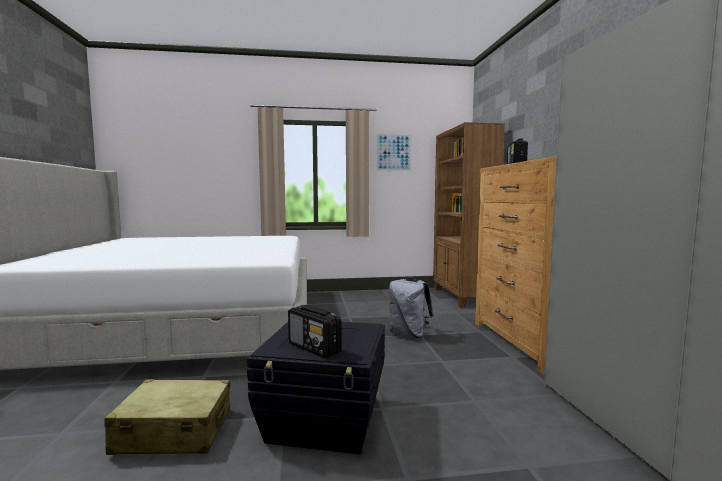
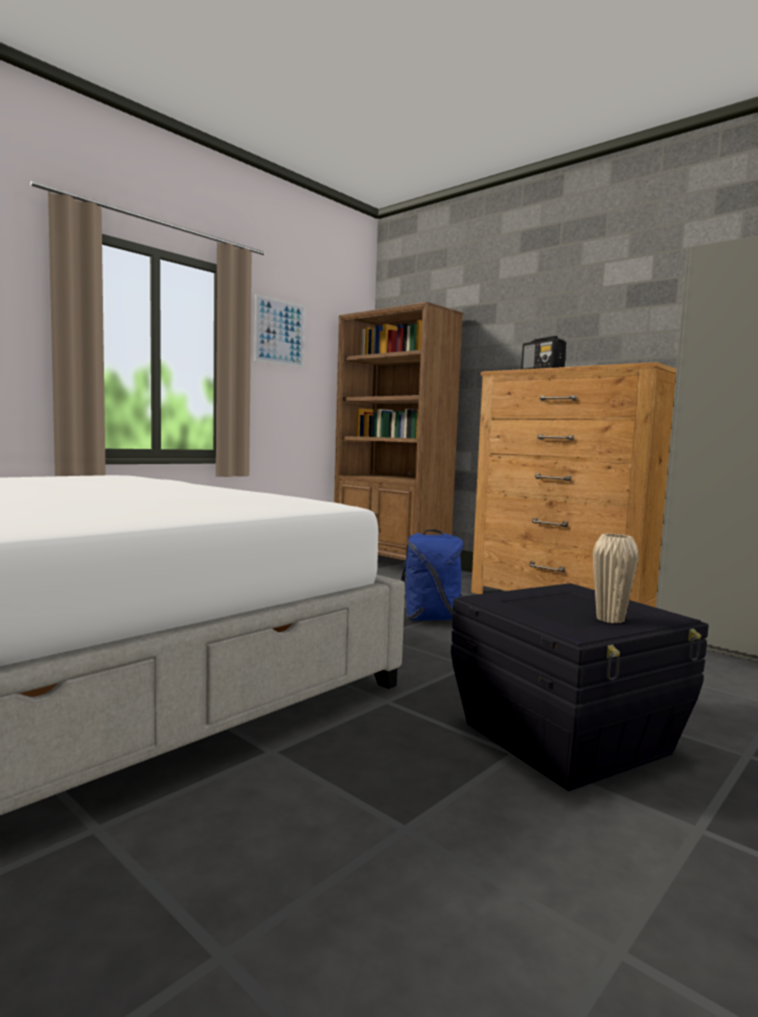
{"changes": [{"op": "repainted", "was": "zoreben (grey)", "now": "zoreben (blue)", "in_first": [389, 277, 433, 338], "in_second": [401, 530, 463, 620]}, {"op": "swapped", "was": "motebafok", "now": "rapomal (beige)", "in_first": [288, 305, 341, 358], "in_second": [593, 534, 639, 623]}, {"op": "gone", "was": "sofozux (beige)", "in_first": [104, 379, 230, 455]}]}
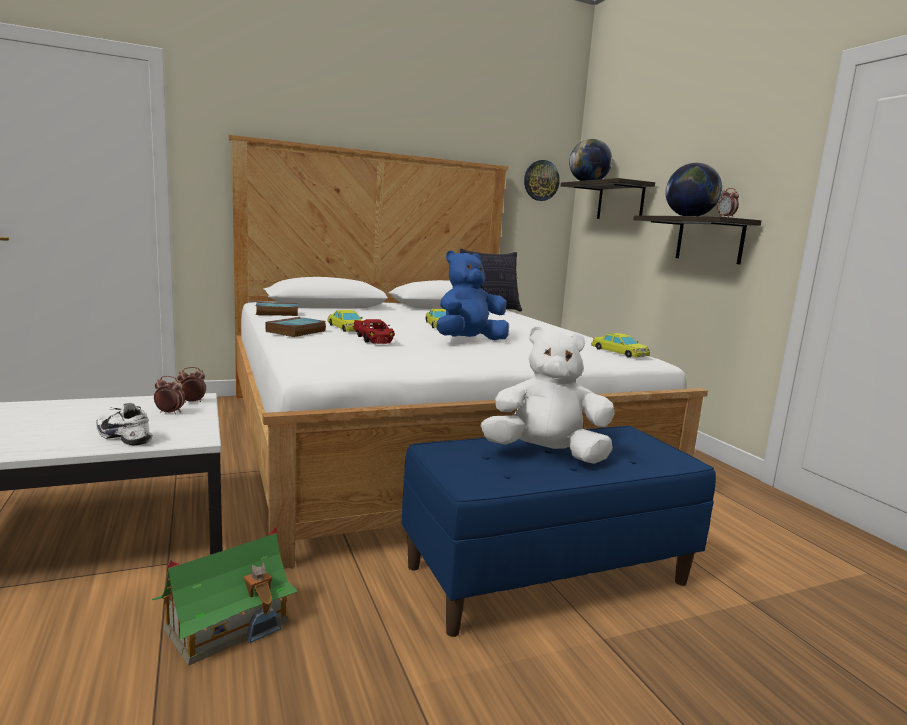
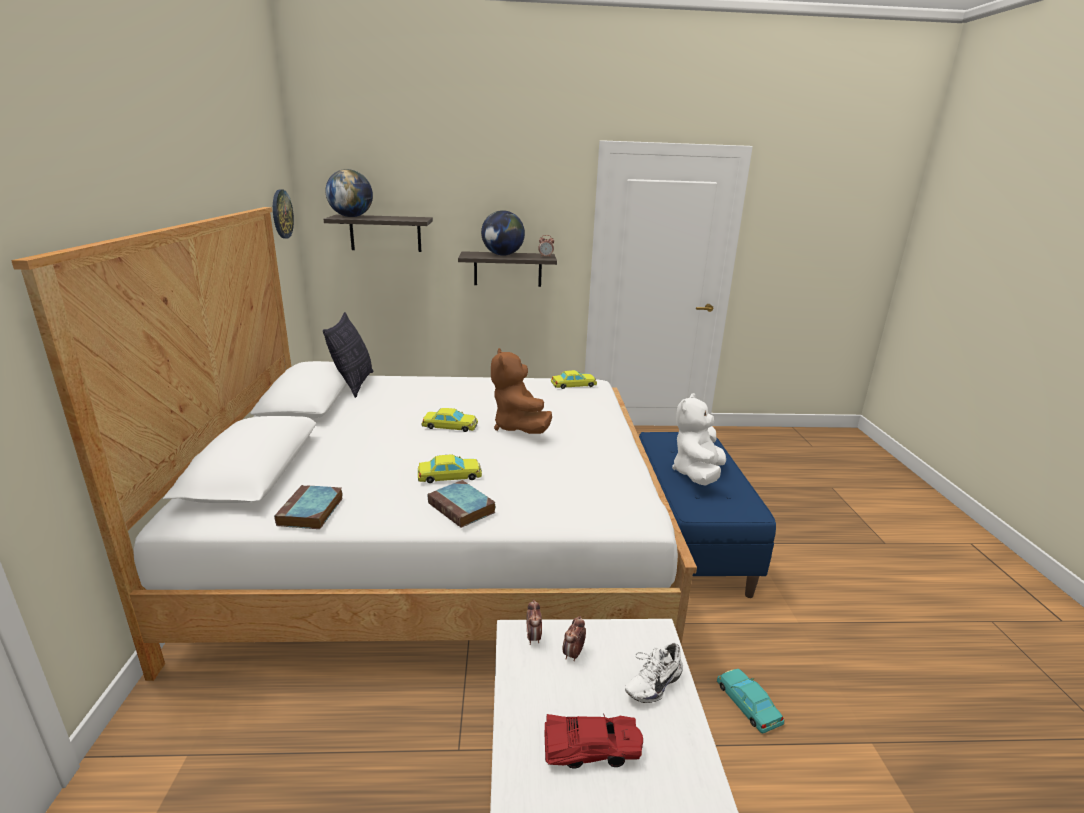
{"changes": [{"op": "repainted", "was": "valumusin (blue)", "now": "valumusin (brown)", "in_first": [437, 250, 509, 340], "in_second": [491, 348, 552, 434]}, {"op": "shifted", "was": "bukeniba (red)", "in_first": [353, 319, 395, 344], "in_second": [544, 713, 643, 768]}, {"op": "swapped", "was": "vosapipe", "now": "bukeniba (turquoise)", "in_first": [152, 527, 298, 666], "in_second": [717, 669, 784, 734]}]}
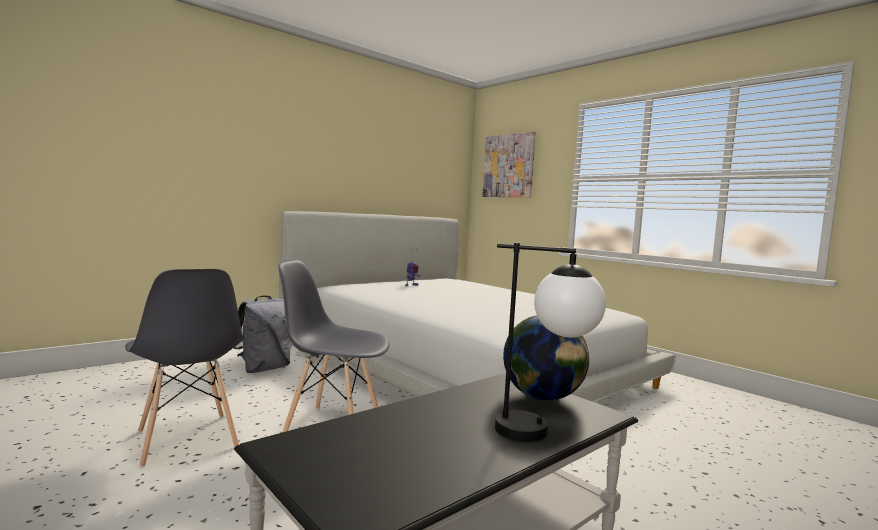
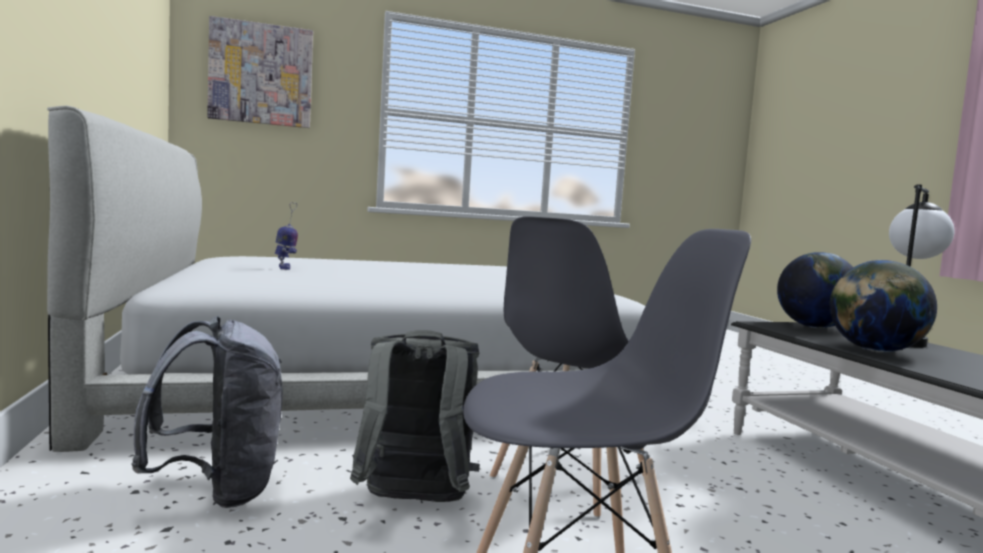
{"changes": [{"op": "new", "now": "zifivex", "in_second": [830, 260, 937, 353]}, {"op": "new", "now": "zoreben (grey)", "in_second": [350, 330, 479, 502]}]}
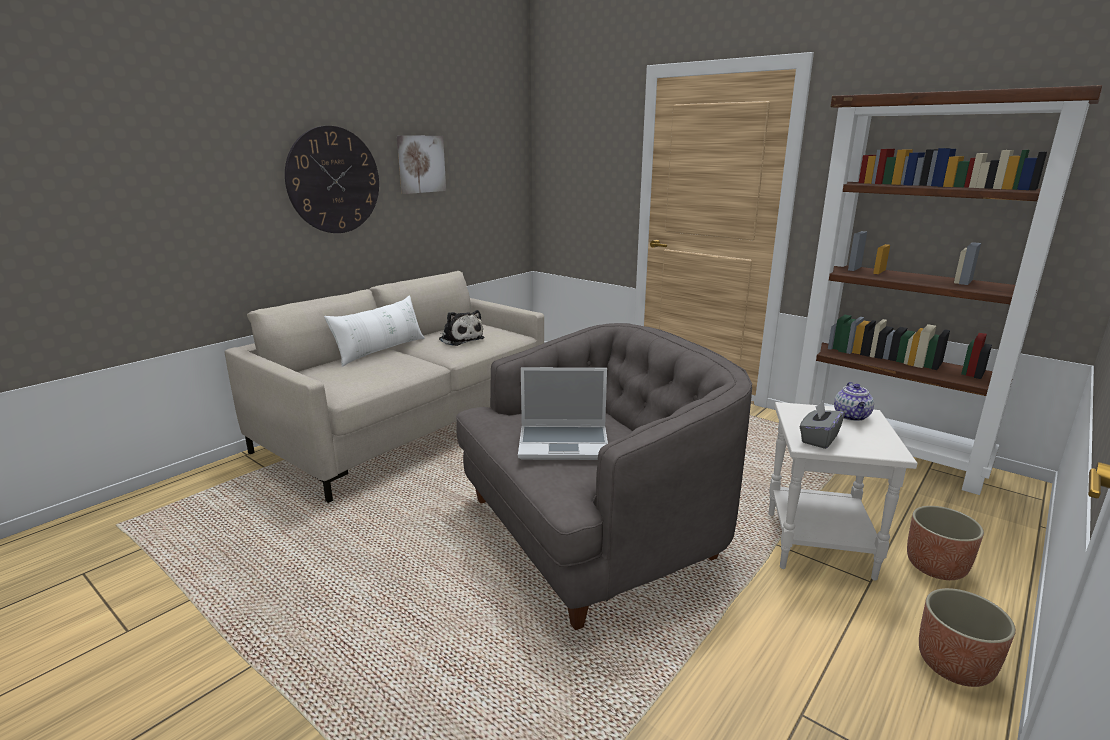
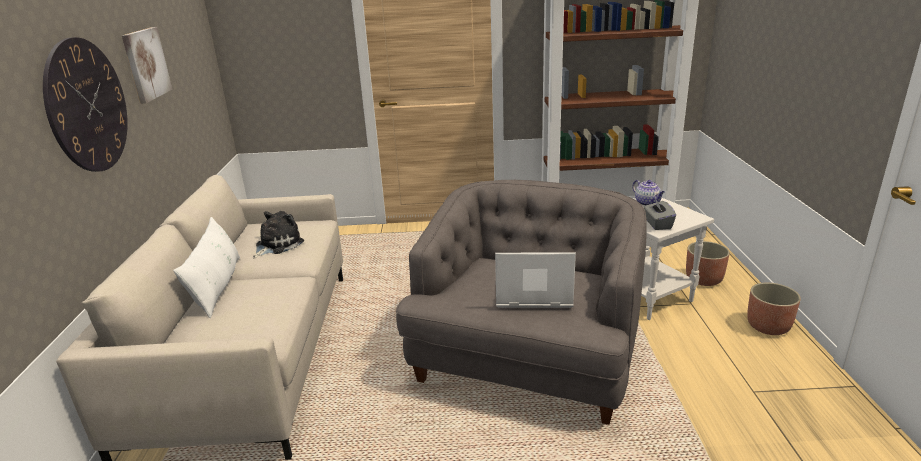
{"changes": [{"op": "rotated", "was": "valumusin", "in_first": [439, 310, 484, 346], "in_second": [253, 211, 304, 259], "clockwise": -60}, {"op": "rotated", "was": "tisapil", "in_first": [518, 367, 608, 460], "in_second": [495, 252, 576, 308], "clockwise": -135}]}
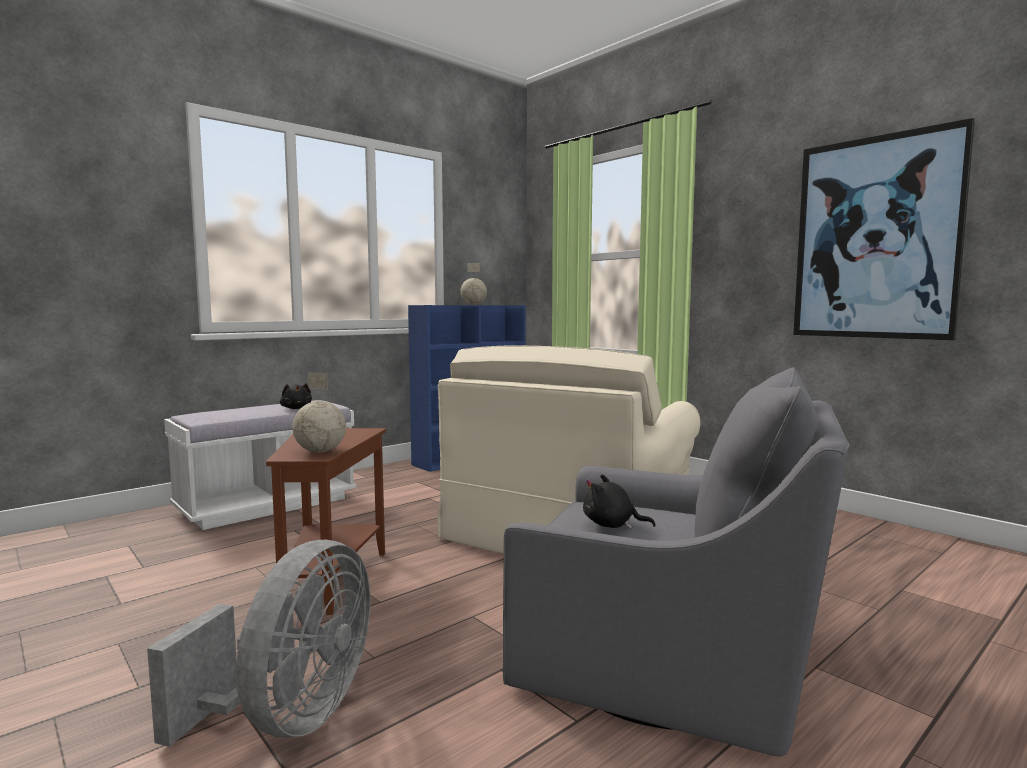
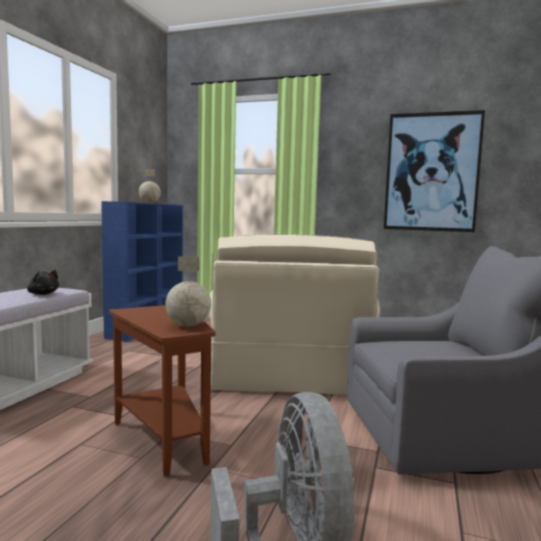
{"changes": [{"op": "gone", "was": "valumusin (black)", "in_first": [583, 474, 656, 529]}]}
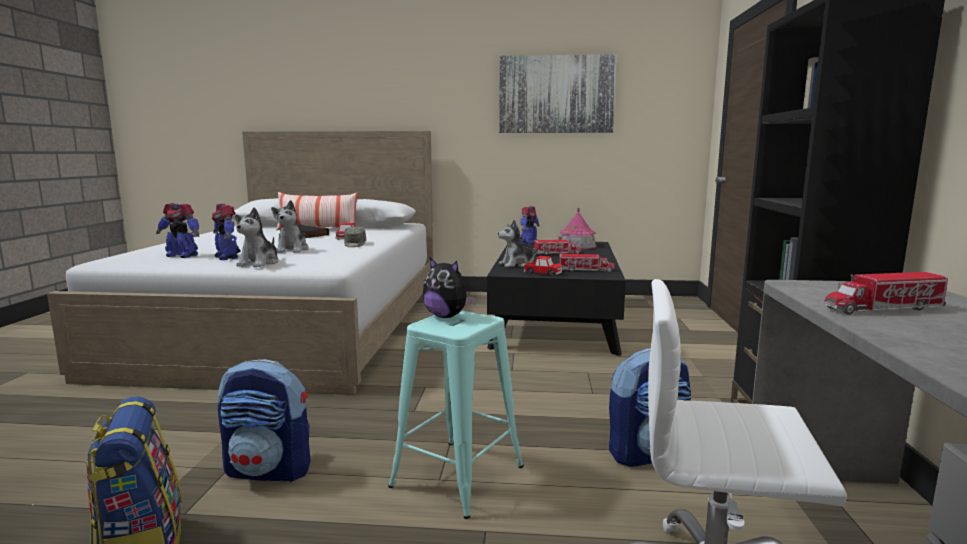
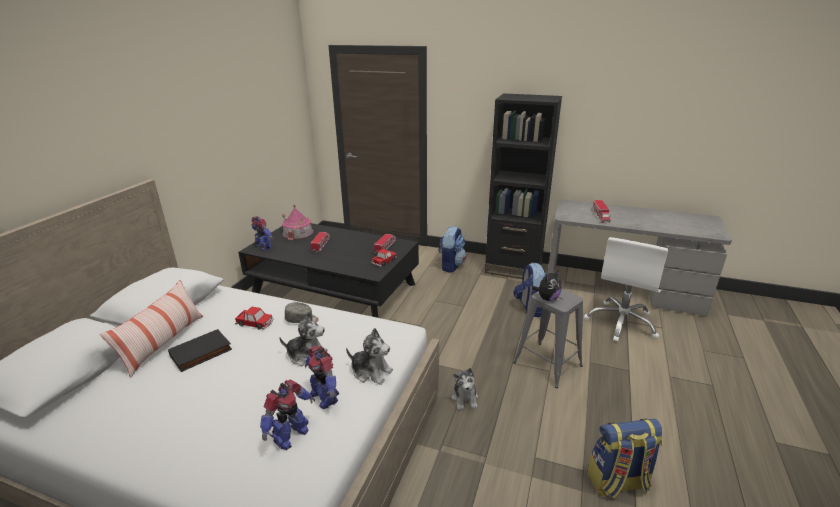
{"changes": [{"op": "gone", "was": "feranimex", "in_first": [499, 54, 617, 133]}, {"op": "rotated", "was": "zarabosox", "in_first": [212, 204, 241, 260], "in_second": [305, 345, 339, 409], "clockwise": 75}, {"op": "shifted", "was": "valumusin", "in_first": [498, 220, 539, 267], "in_second": [451, 368, 478, 410]}, {"op": "repainted", "was": "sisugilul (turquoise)", "now": "sisugilul (grey)", "in_first": [388, 310, 524, 519], "in_second": [513, 289, 583, 388]}, {"op": "shifted", "was": "zoreben", "in_first": [218, 359, 311, 482], "in_second": [439, 226, 466, 273]}]}
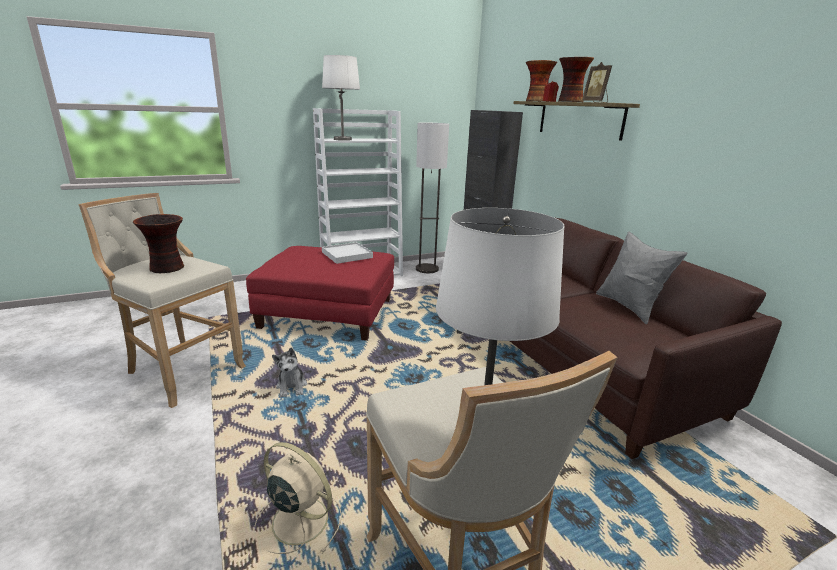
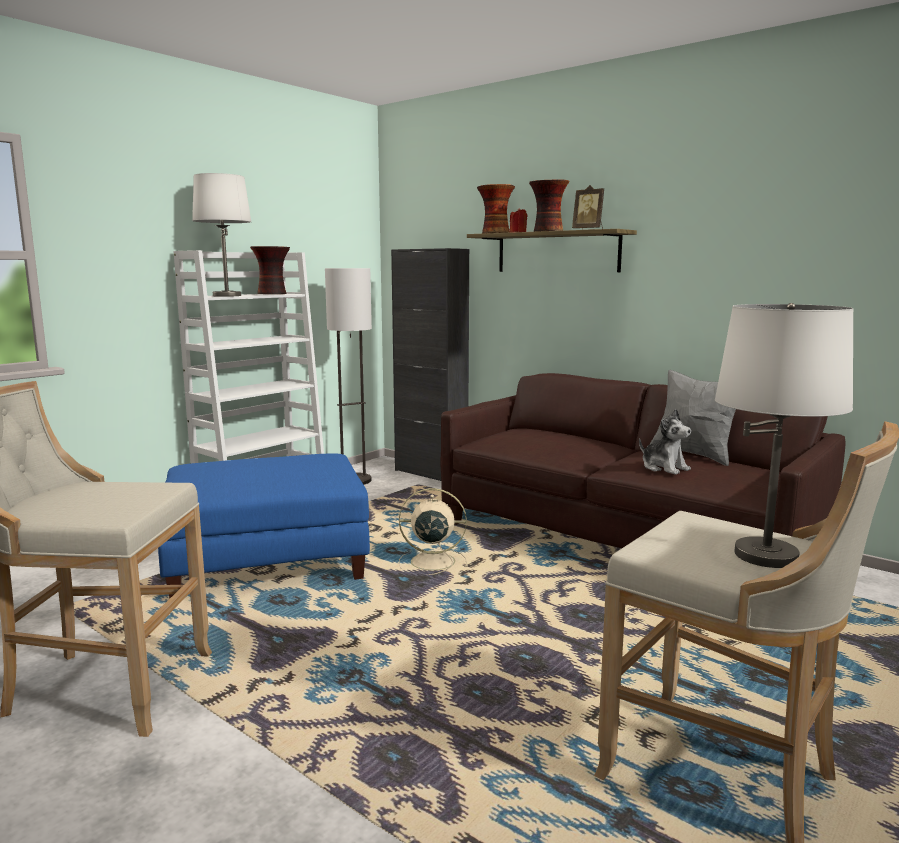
{"changes": [{"op": "shifted", "was": "rapomal", "in_first": [133, 214, 184, 273], "in_second": [250, 246, 290, 294]}, {"op": "gone", "was": "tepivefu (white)", "in_first": [322, 242, 373, 264]}, {"op": "repainted", "was": "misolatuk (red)", "now": "misolatuk (blue)", "in_first": [246, 246, 394, 341], "in_second": [158, 453, 370, 598]}, {"op": "shifted", "was": "valumusin", "in_first": [272, 348, 307, 397], "in_second": [639, 409, 691, 475]}, {"op": "shifted", "was": "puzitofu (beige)", "in_first": [255, 442, 342, 554], "in_second": [398, 488, 468, 575]}]}
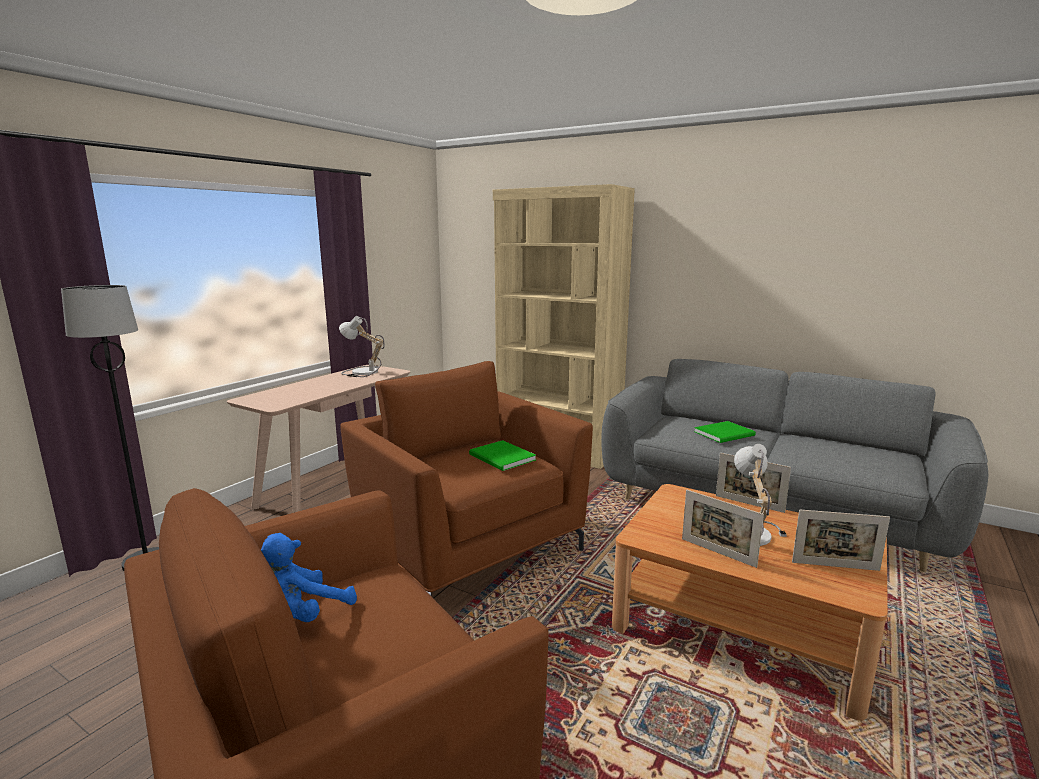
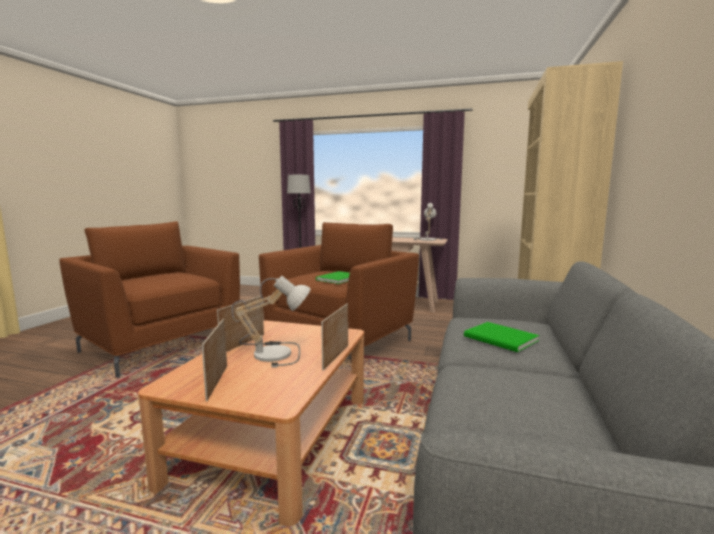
{"changes": [{"op": "gone", "was": "valumusin (blue)", "in_first": [261, 533, 357, 622]}]}
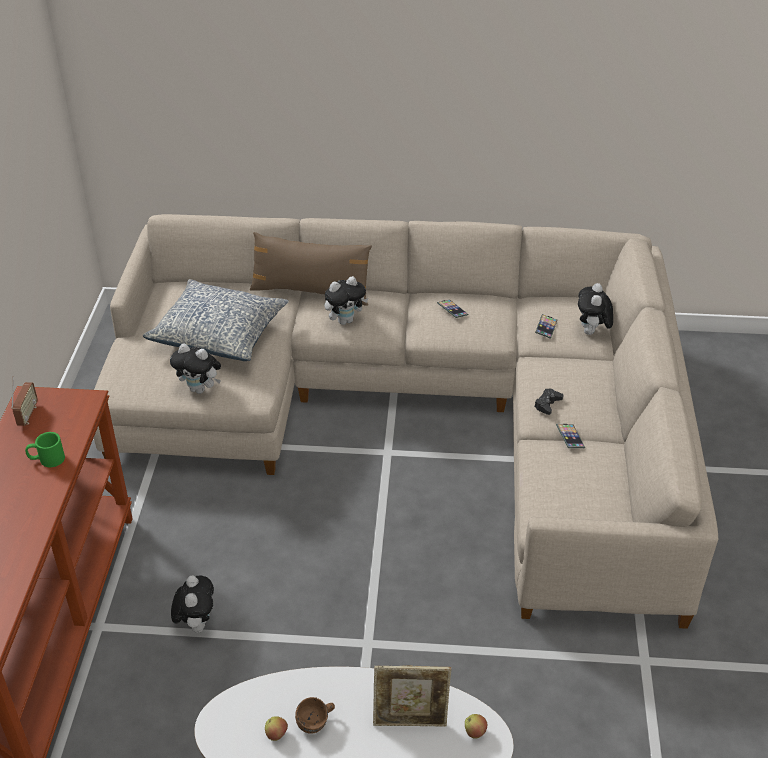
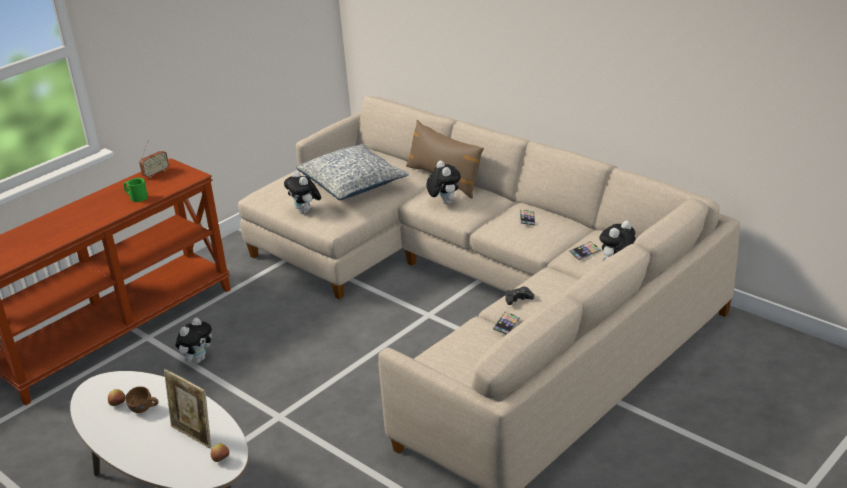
{"changes": [{"op": "rotated", "was": "valumusin", "in_first": [325, 276, 368, 325], "in_second": [426, 161, 461, 204], "clockwise": -120}]}
